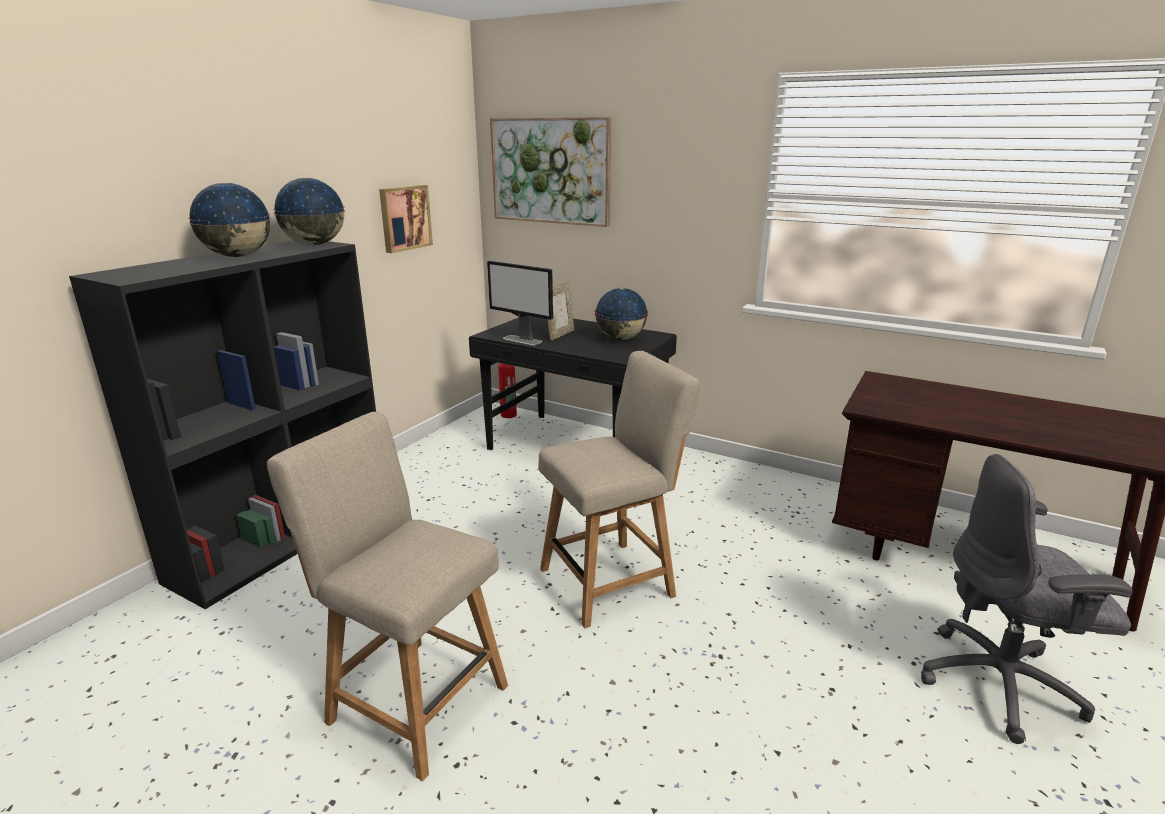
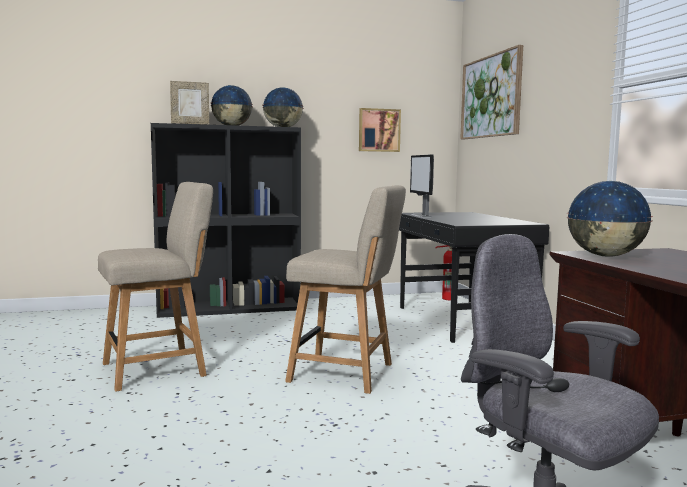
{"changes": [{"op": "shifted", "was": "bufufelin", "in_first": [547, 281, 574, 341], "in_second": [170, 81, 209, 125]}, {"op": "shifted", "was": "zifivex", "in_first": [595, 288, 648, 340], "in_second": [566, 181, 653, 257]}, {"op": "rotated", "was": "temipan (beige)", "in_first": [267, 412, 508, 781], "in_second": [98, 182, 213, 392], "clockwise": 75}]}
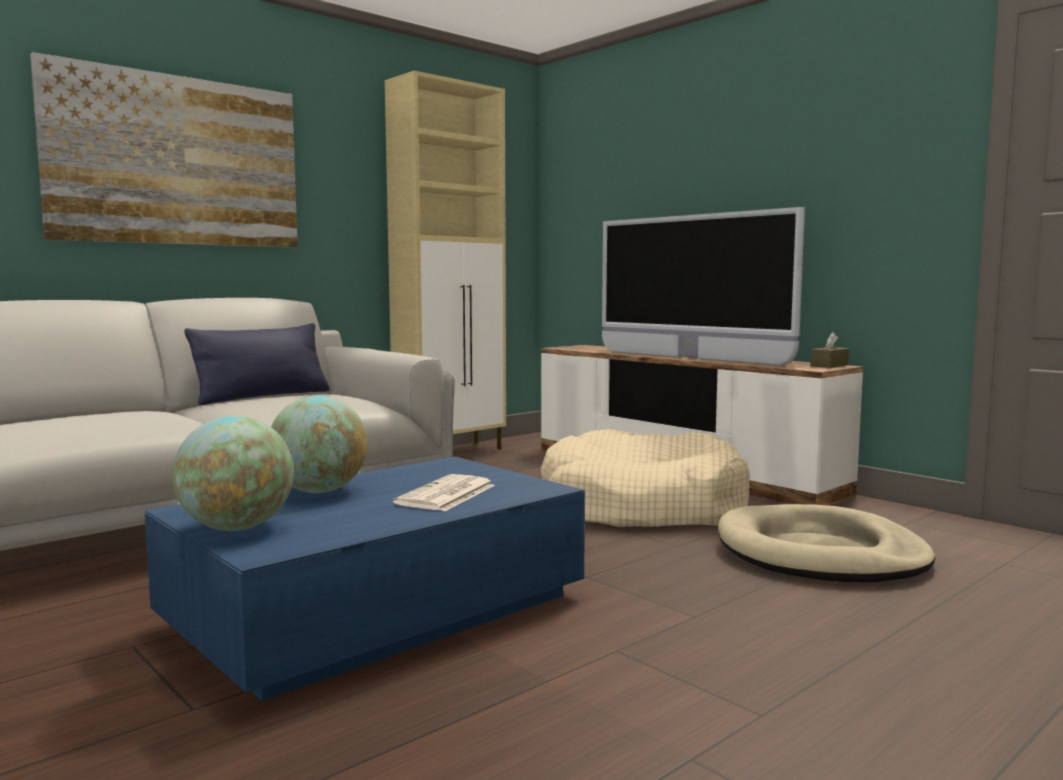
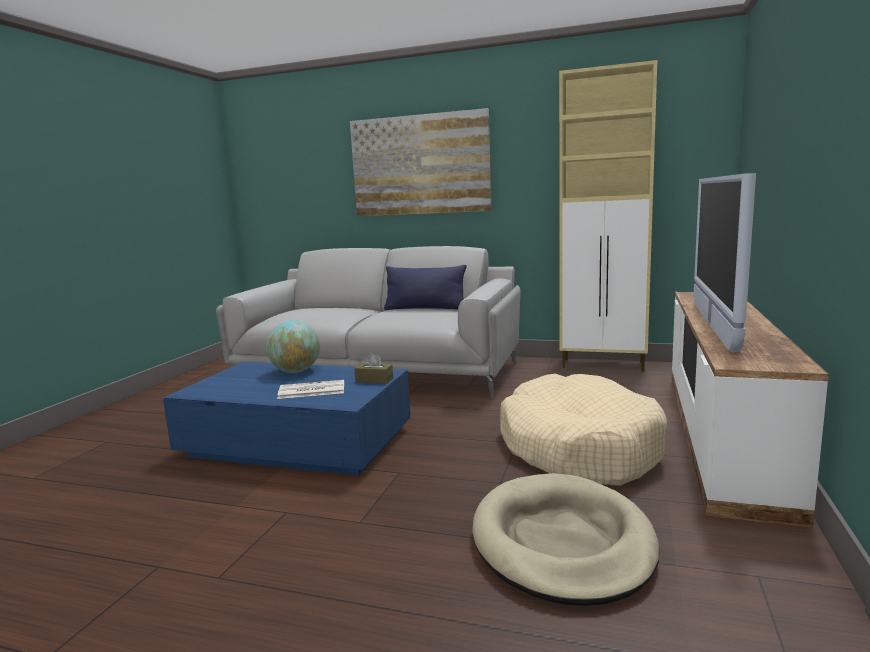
{"changes": [{"op": "shifted", "was": "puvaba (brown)", "in_first": [810, 332, 849, 368], "in_second": [354, 353, 393, 384]}, {"op": "gone", "was": "zifivex", "in_first": [172, 416, 294, 531]}]}
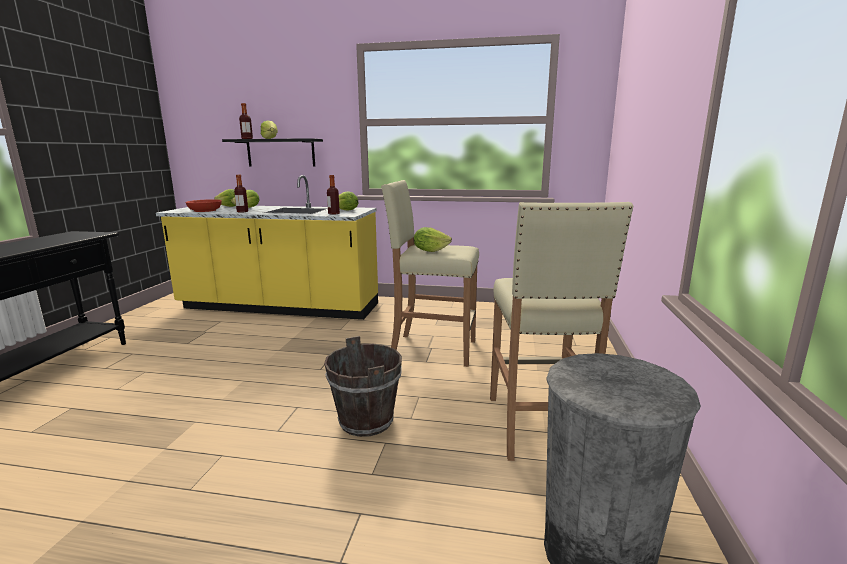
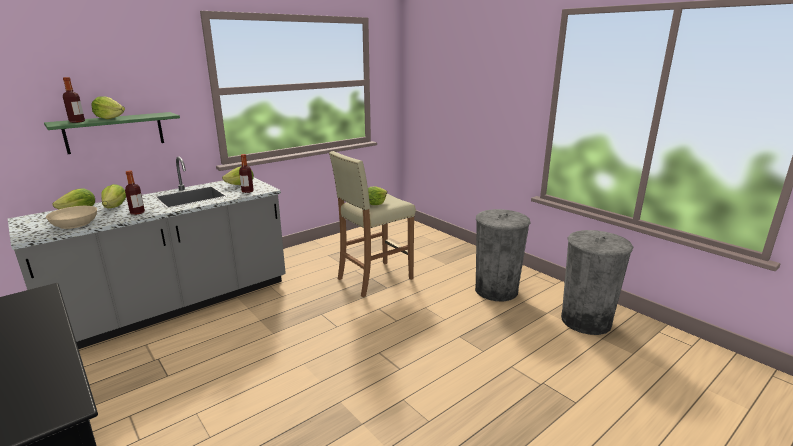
{"changes": [{"op": "repainted", "was": "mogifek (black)", "now": "mogifek (green)", "in_first": [222, 138, 323, 166], "in_second": [44, 112, 180, 154]}, {"op": "repainted", "was": "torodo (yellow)", "now": "torodo (grey)", "in_first": [156, 175, 378, 320], "in_second": [8, 157, 286, 349]}, {"op": "repainted", "was": "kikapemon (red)", "now": "kikapemon (beige)", "in_first": [185, 199, 222, 212], "in_second": [46, 206, 97, 229]}, {"op": "swapped", "was": "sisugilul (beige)", "now": "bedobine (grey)", "in_first": [490, 202, 633, 461], "in_second": [475, 209, 530, 301]}, {"op": "gone", "was": "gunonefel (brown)", "in_first": [324, 336, 402, 437]}]}
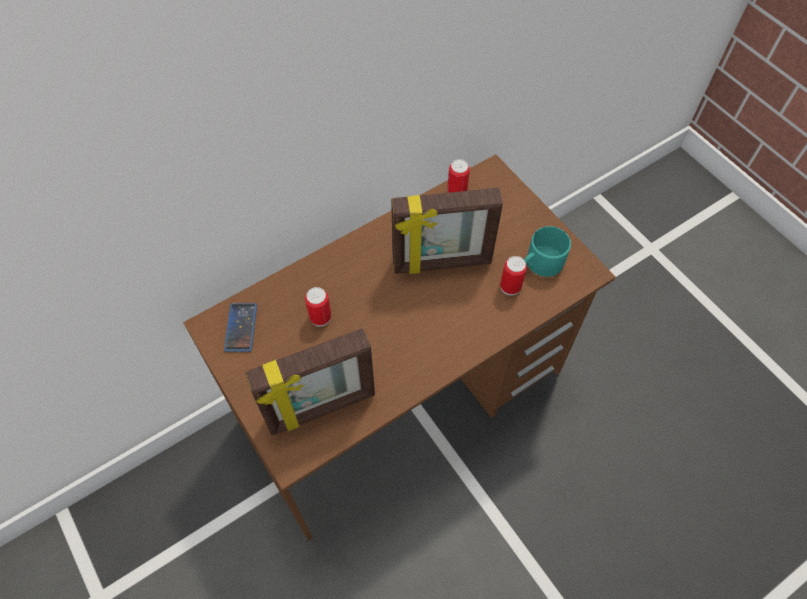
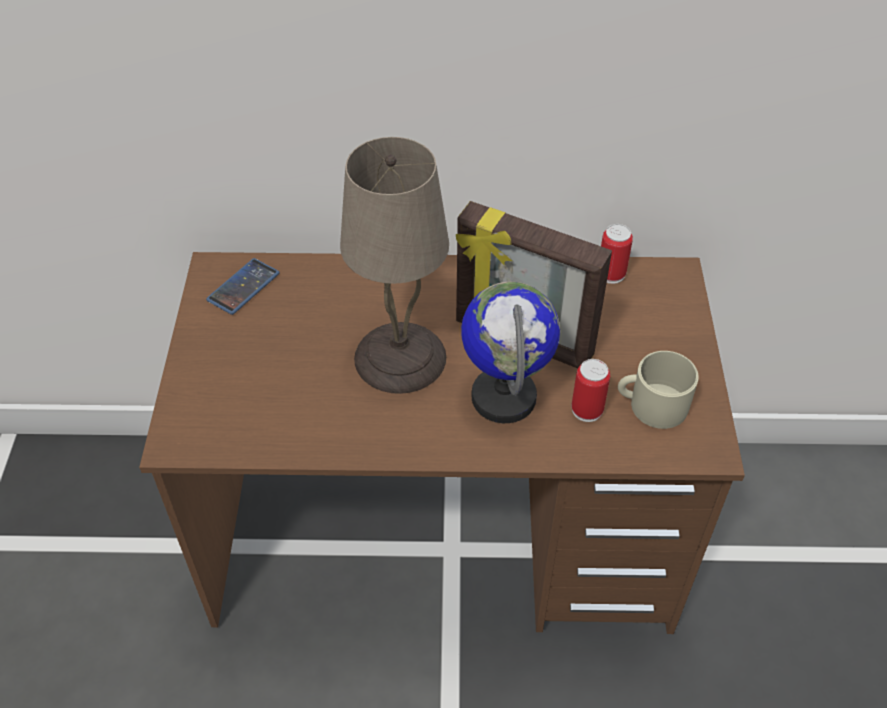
{"changes": [{"op": "repainted", "was": "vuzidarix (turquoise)", "now": "vuzidarix (beige)", "in_first": [524, 226, 571, 277], "in_second": [618, 351, 699, 429]}, {"op": "gone", "was": "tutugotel", "in_first": [305, 287, 331, 327]}, {"op": "gone", "was": "bufufelin", "in_first": [245, 328, 375, 435]}, {"op": "new", "now": "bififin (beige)", "in_second": [340, 137, 449, 394]}, {"op": "new", "now": "zifivex", "in_second": [461, 282, 560, 423]}]}
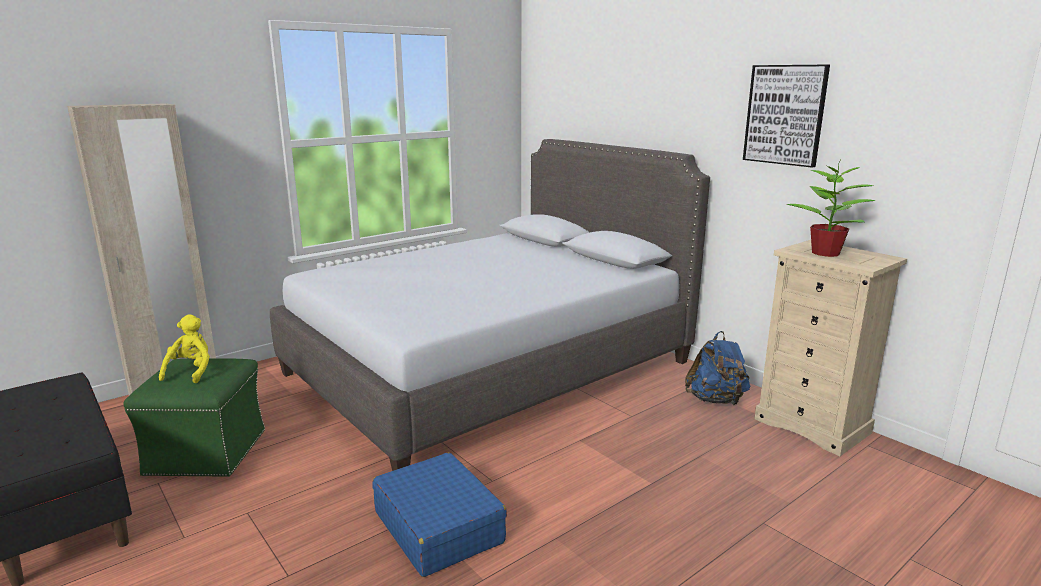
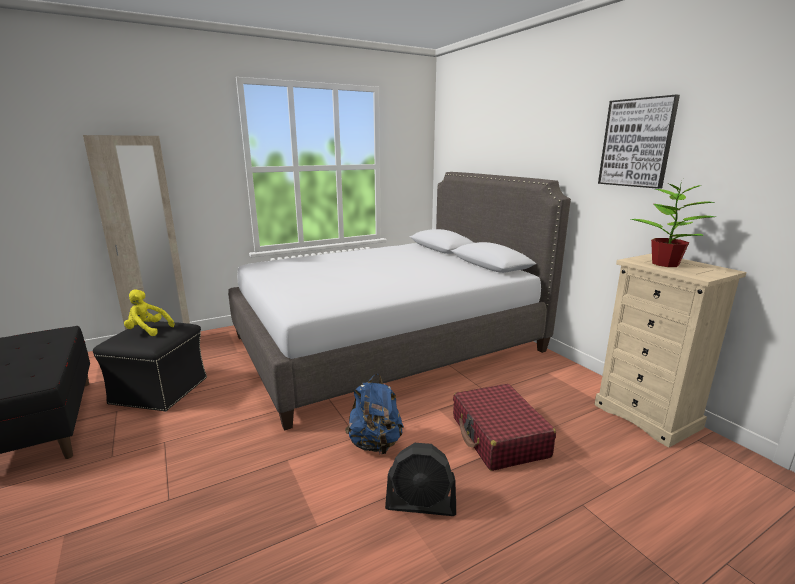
{"changes": [{"op": "rotated", "was": "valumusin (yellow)", "in_first": [159, 314, 210, 383], "in_second": [124, 290, 174, 336], "clockwise": -90}, {"op": "shifted", "was": "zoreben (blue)", "in_first": [685, 331, 750, 405], "in_second": [345, 374, 404, 454]}, {"op": "repainted", "was": "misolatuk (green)", "now": "misolatuk (black)", "in_first": [123, 358, 265, 477], "in_second": [93, 321, 207, 411]}, {"op": "gone", "was": "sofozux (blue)", "in_first": [372, 452, 507, 577]}, {"op": "new", "now": "sofozux (red)", "in_second": [453, 384, 556, 471]}, {"op": "new", "now": "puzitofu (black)", "in_second": [385, 443, 456, 516]}]}
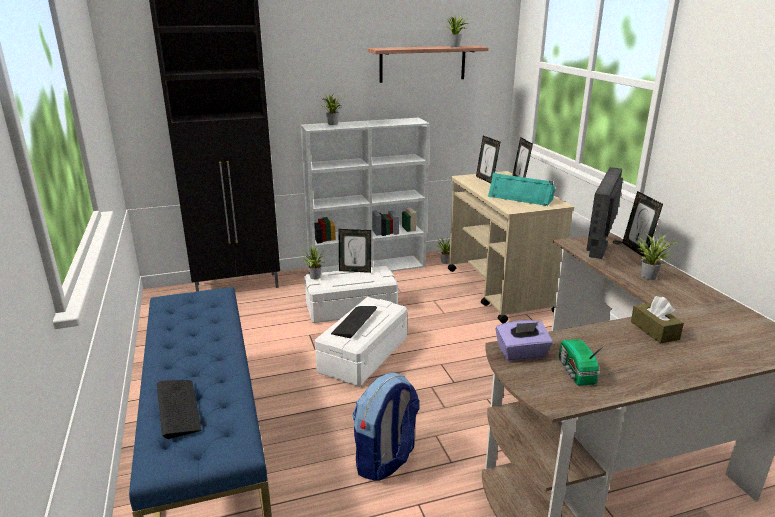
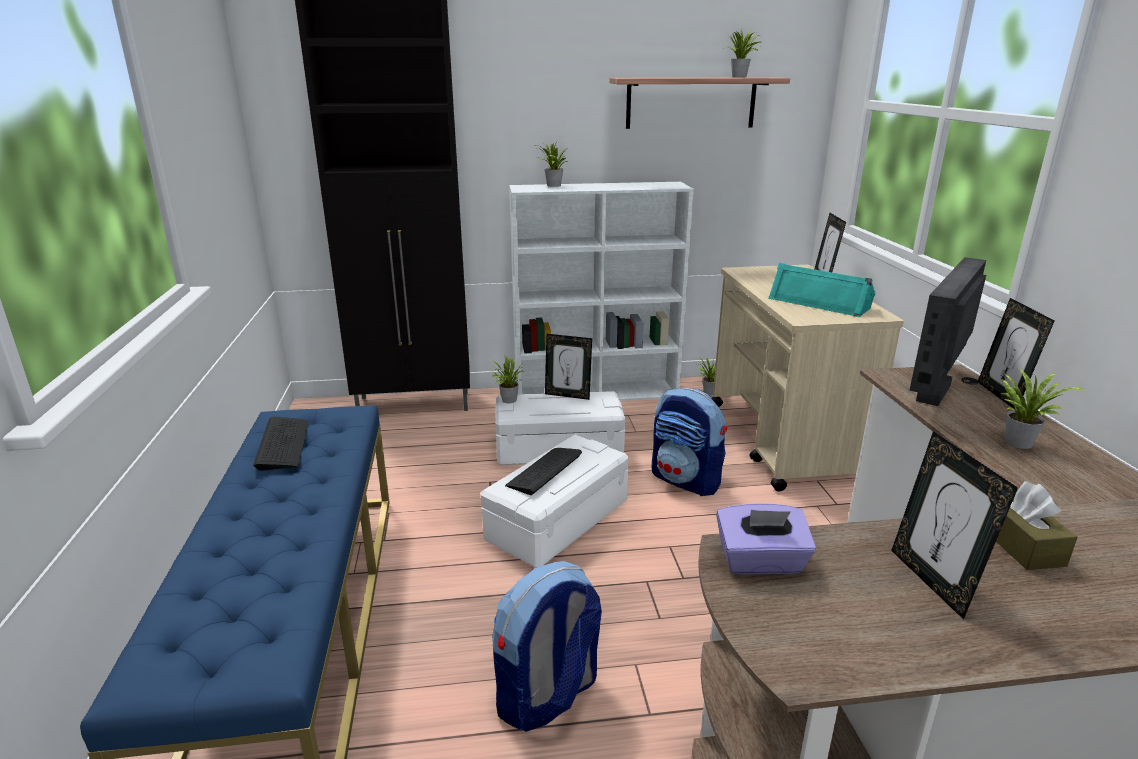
{"changes": [{"op": "shifted", "was": "bufufelin", "in_first": [476, 136, 500, 184], "in_second": [891, 431, 1018, 619]}, {"op": "gone", "was": "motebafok", "in_first": [559, 339, 607, 386]}, {"op": "shifted", "was": "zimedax", "in_first": [157, 380, 202, 439], "in_second": [253, 416, 309, 471]}, {"op": "new", "now": "zoreben", "in_second": [652, 388, 727, 496]}]}
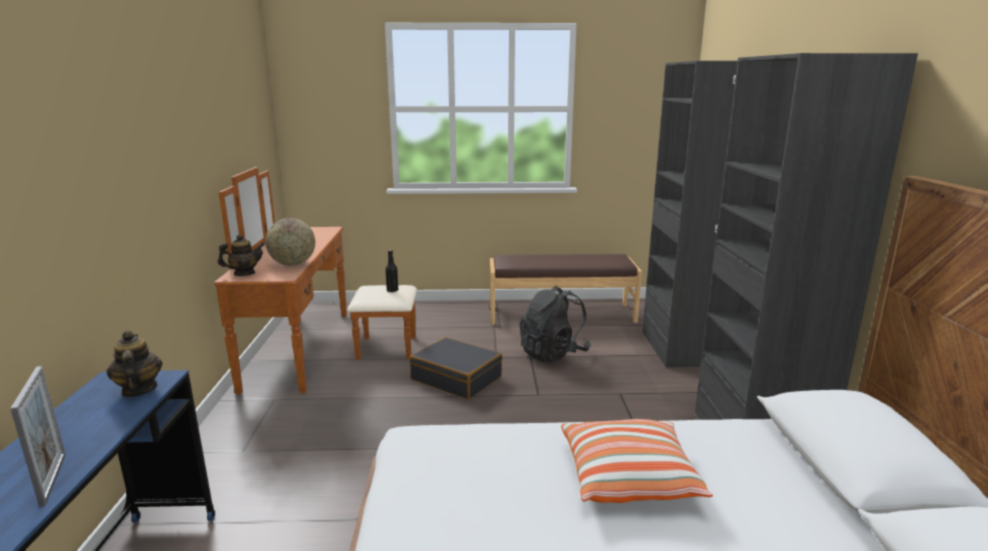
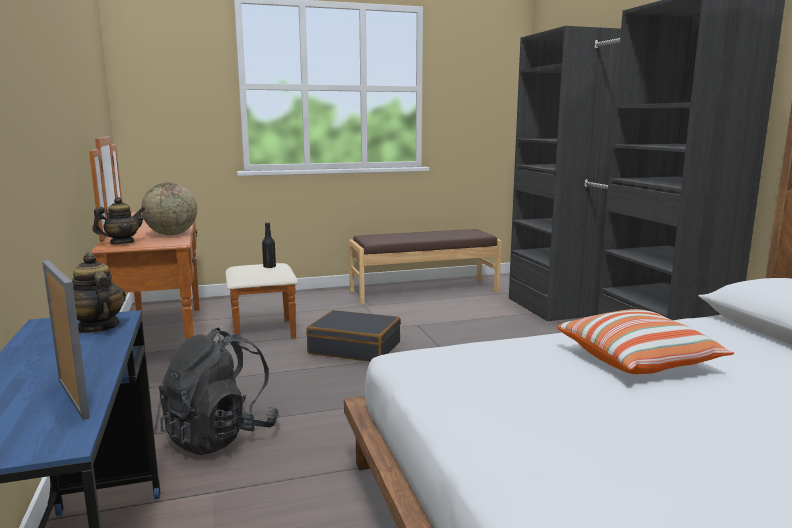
{"changes": [{"op": "shifted", "was": "zoreben (black)", "in_first": [519, 286, 591, 362], "in_second": [159, 328, 279, 455]}]}
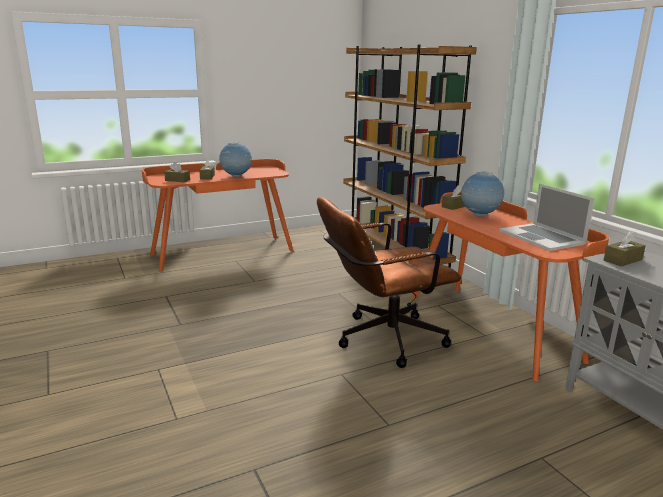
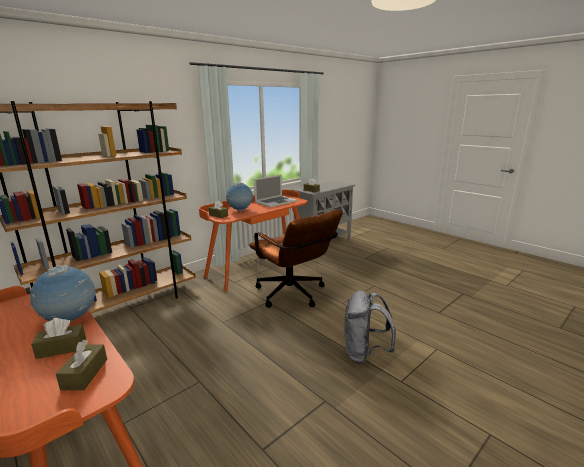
{"changes": [{"op": "new", "now": "zoreben (grey)", "in_second": [344, 290, 396, 364]}]}
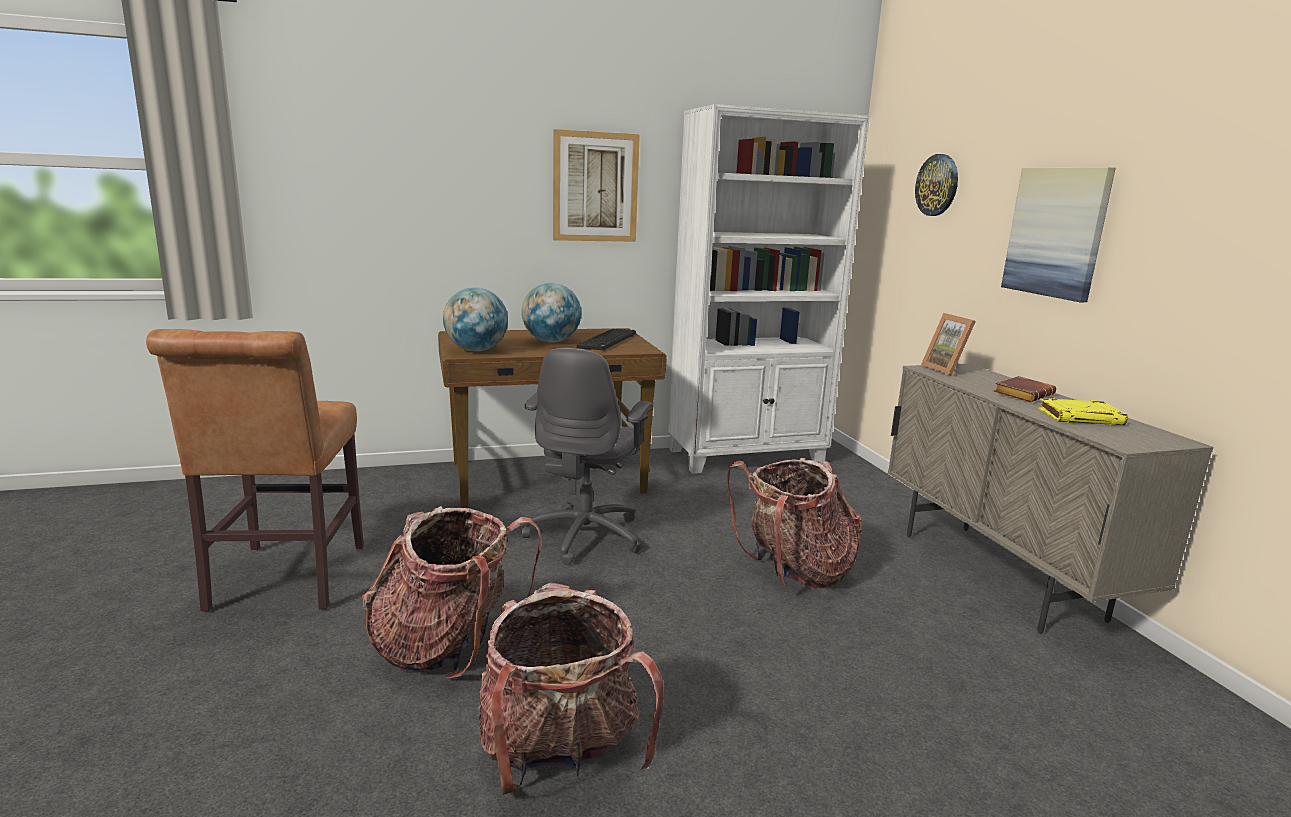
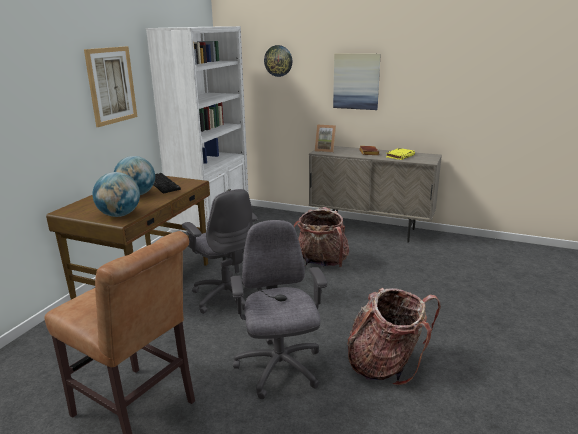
{"changes": [{"op": "swapped", "was": "zoreben", "now": "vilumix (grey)", "in_first": [362, 506, 542, 680], "in_second": [230, 220, 327, 399]}]}
